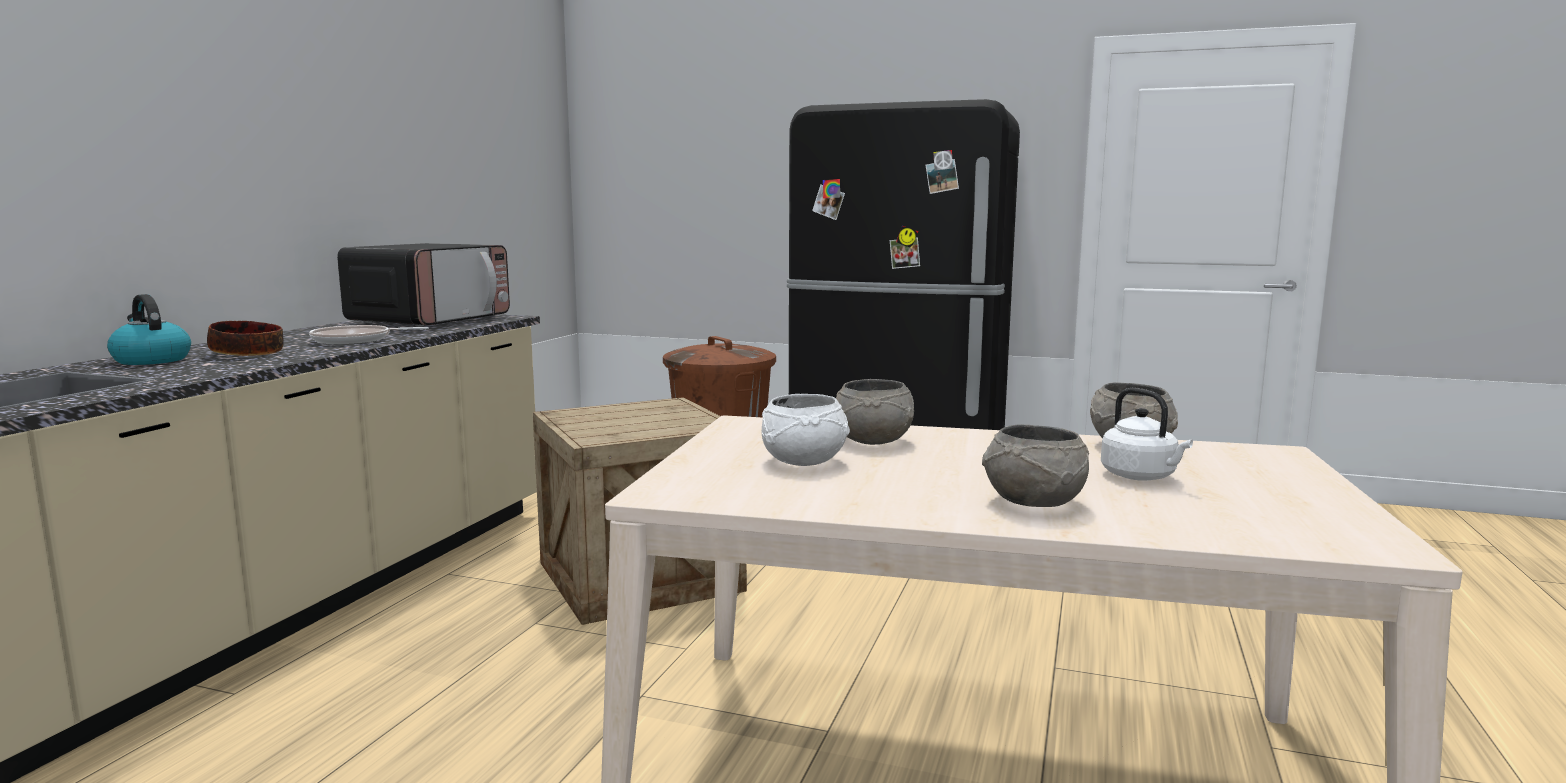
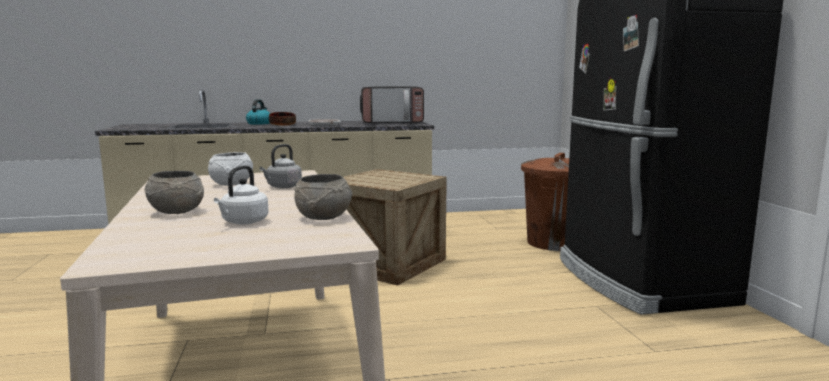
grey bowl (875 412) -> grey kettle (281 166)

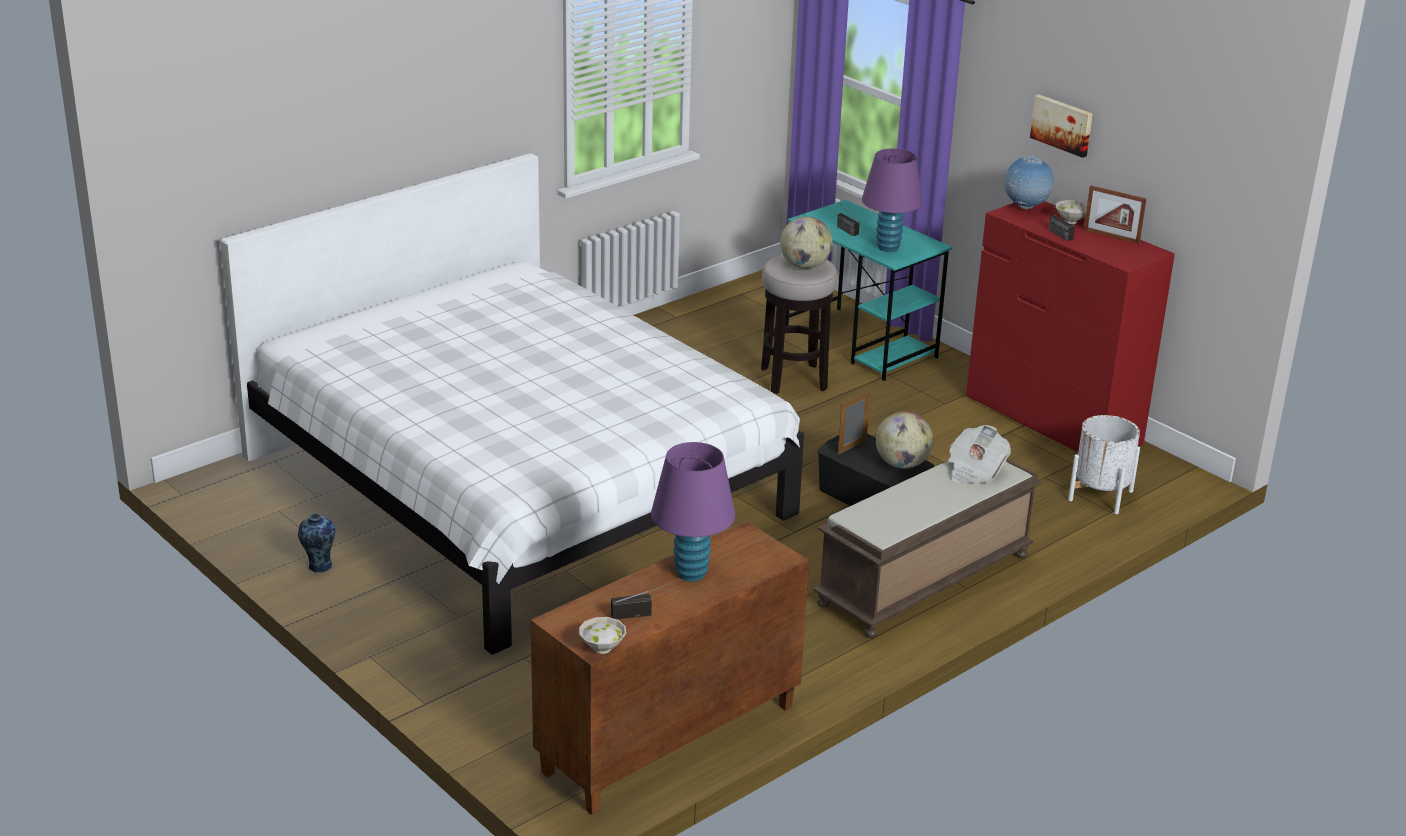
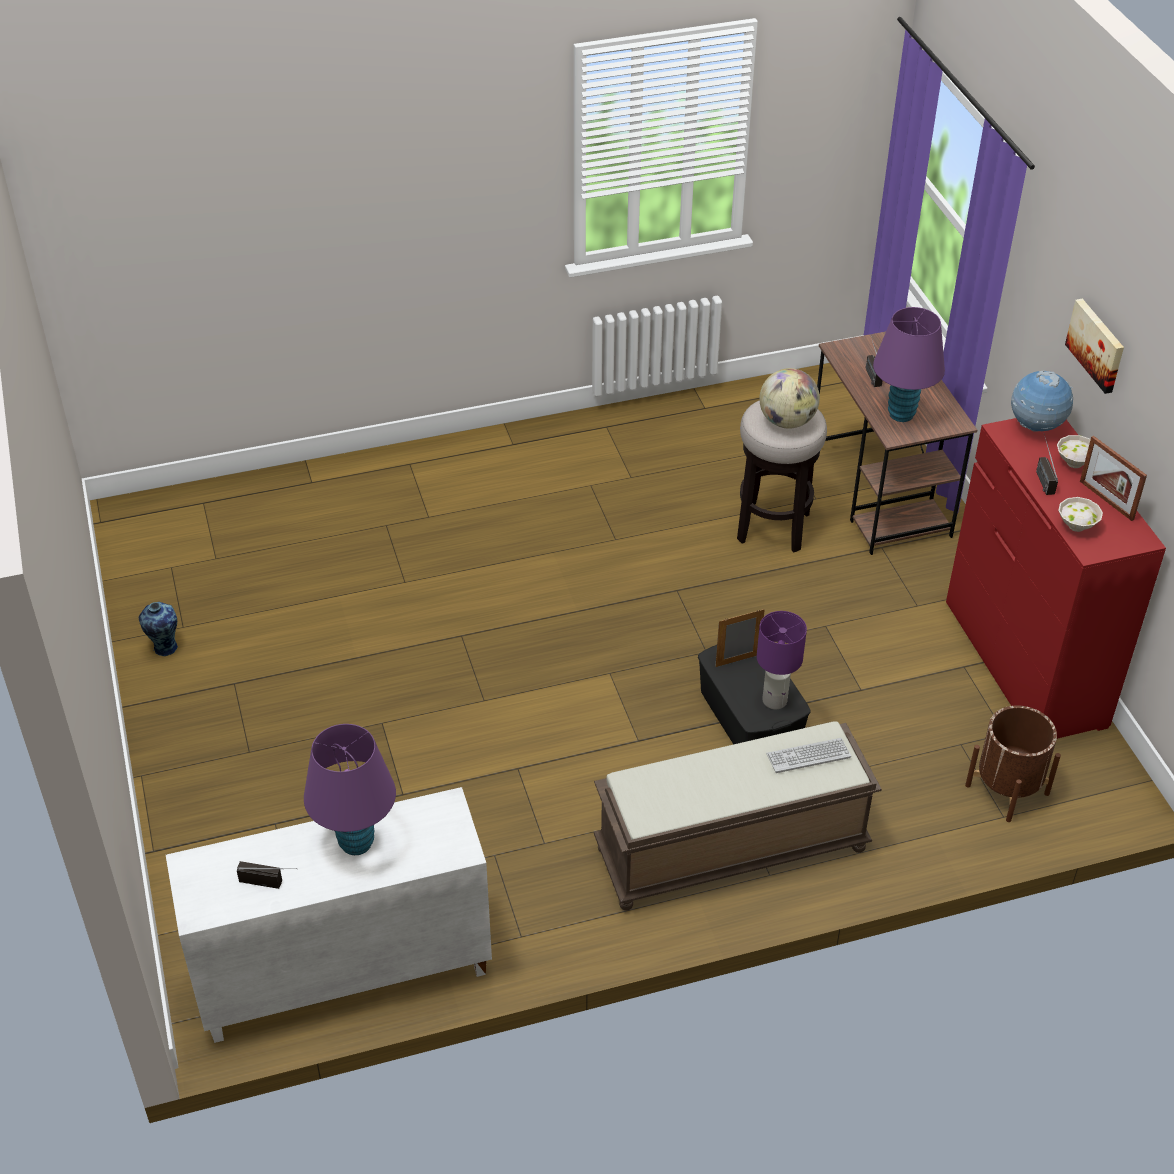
white bed (512 404) -> none
brown cabinet (670 668) -> white cabinet (329 915)
white bowl (602 635) -> white bowl (1080 514), relocated
turquoise desk (868 290) -> brown desk (897 443)
globe (904 440) -> purple table lamp (782 660)
newspaper (979 454) -> keyboard (808 755)
white planter (1104 464) -> brown planter (1013 763)

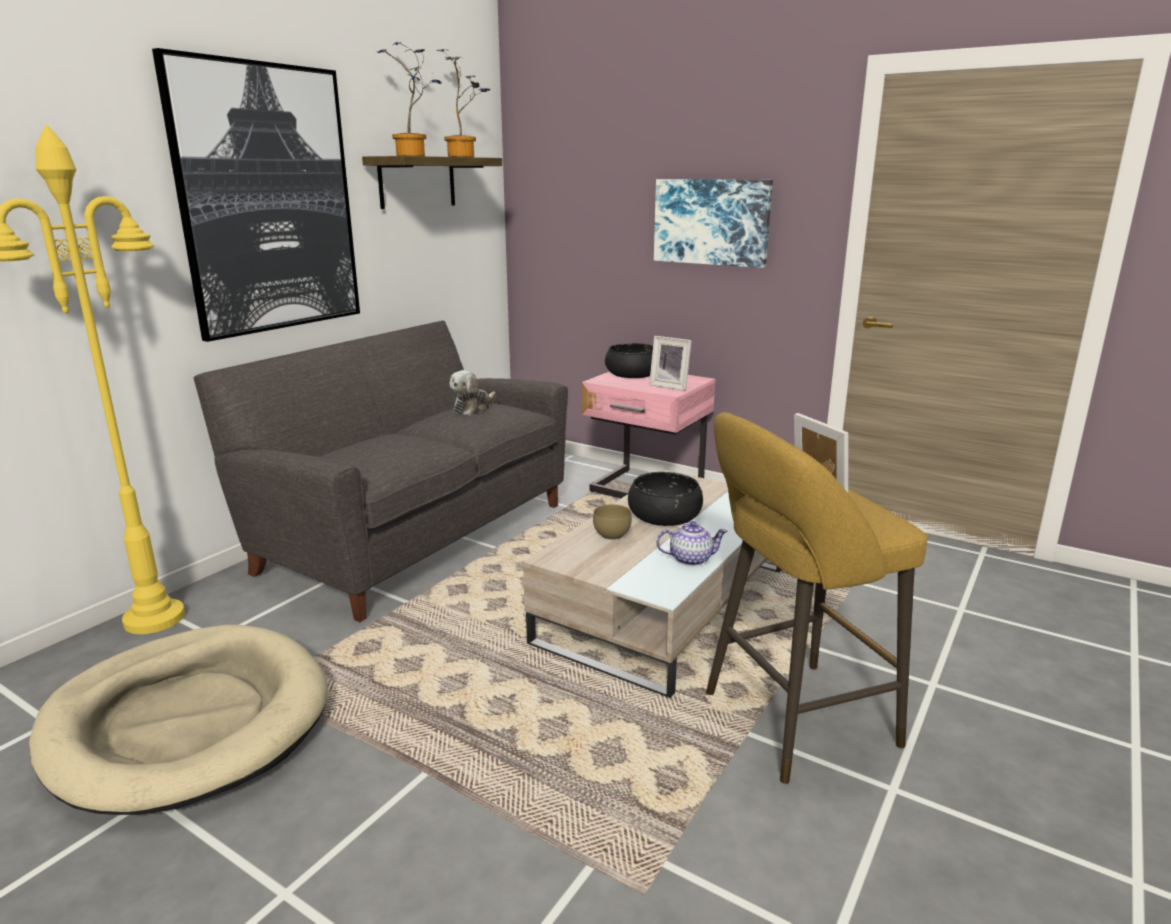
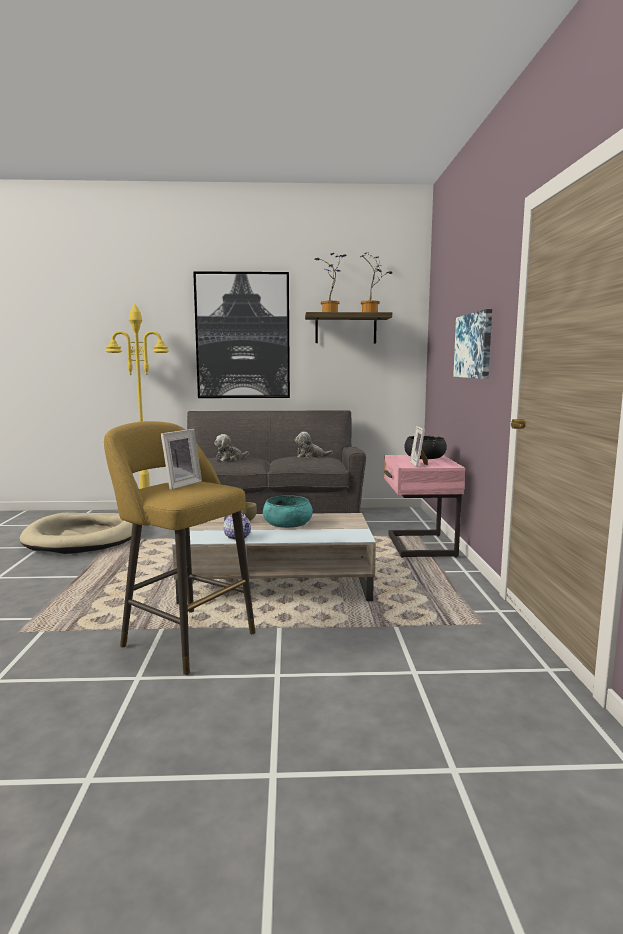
black bowl (665 499) -> turquoise bowl (288 511)
none -> plush toy (231 447)

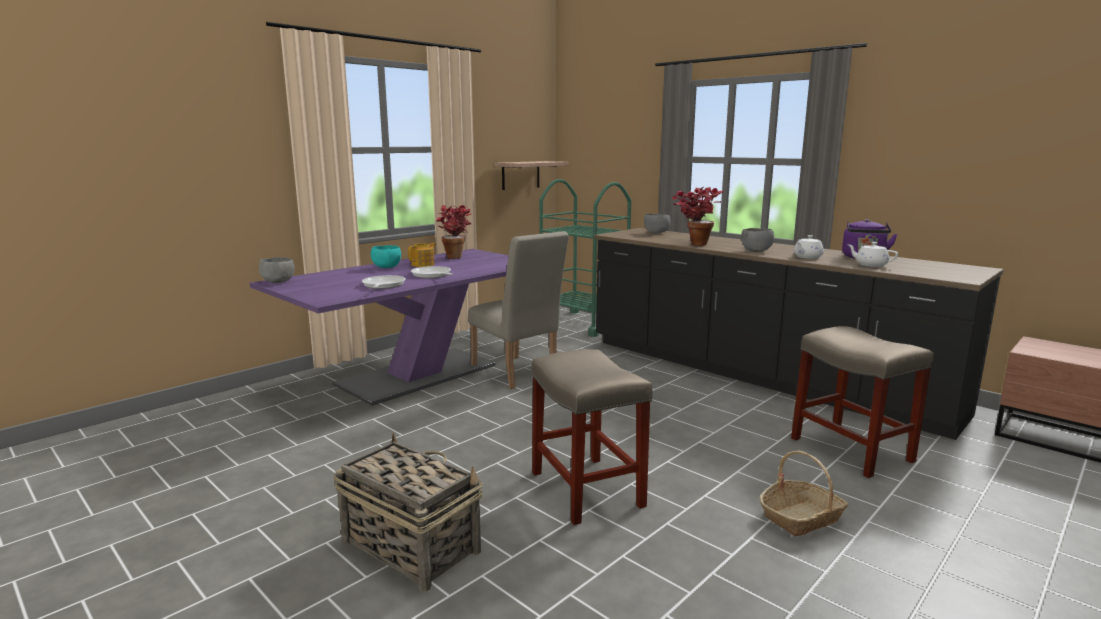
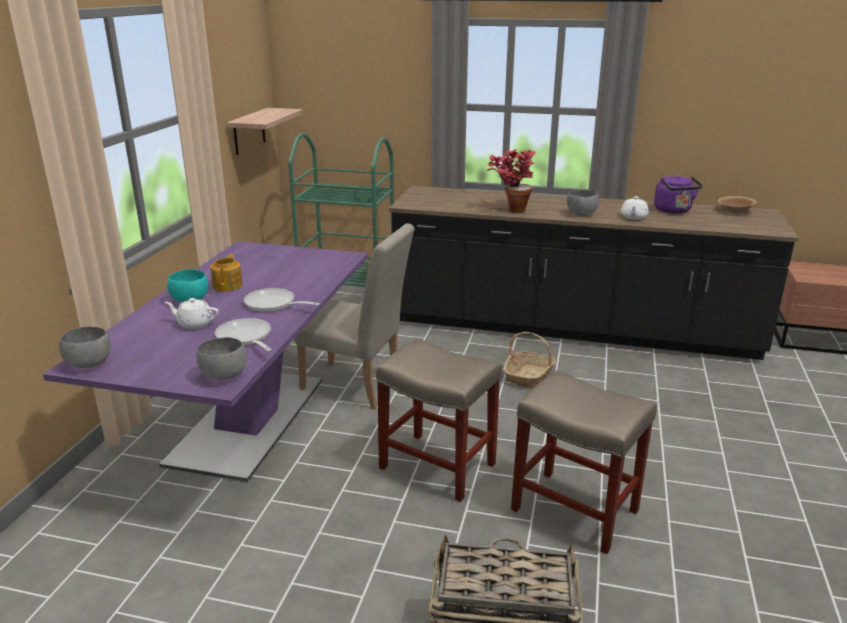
potted plant (453 232) -> none
grey bowl (657 223) -> grey bowl (221 359), relocated
basket (804 493) -> basket (530 360), relocated
beige stool (862 402) -> beige stool (439 420), relocated
white teapot (872 254) -> white teapot (192 313), relocated
none -> brown bowl (737 204)

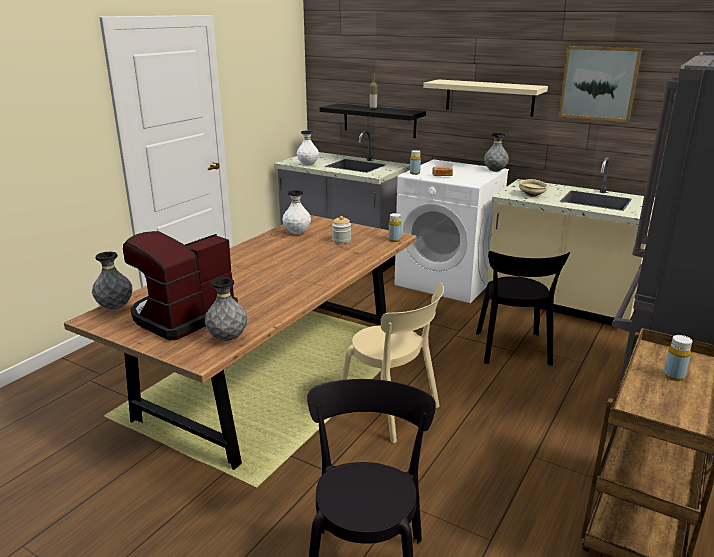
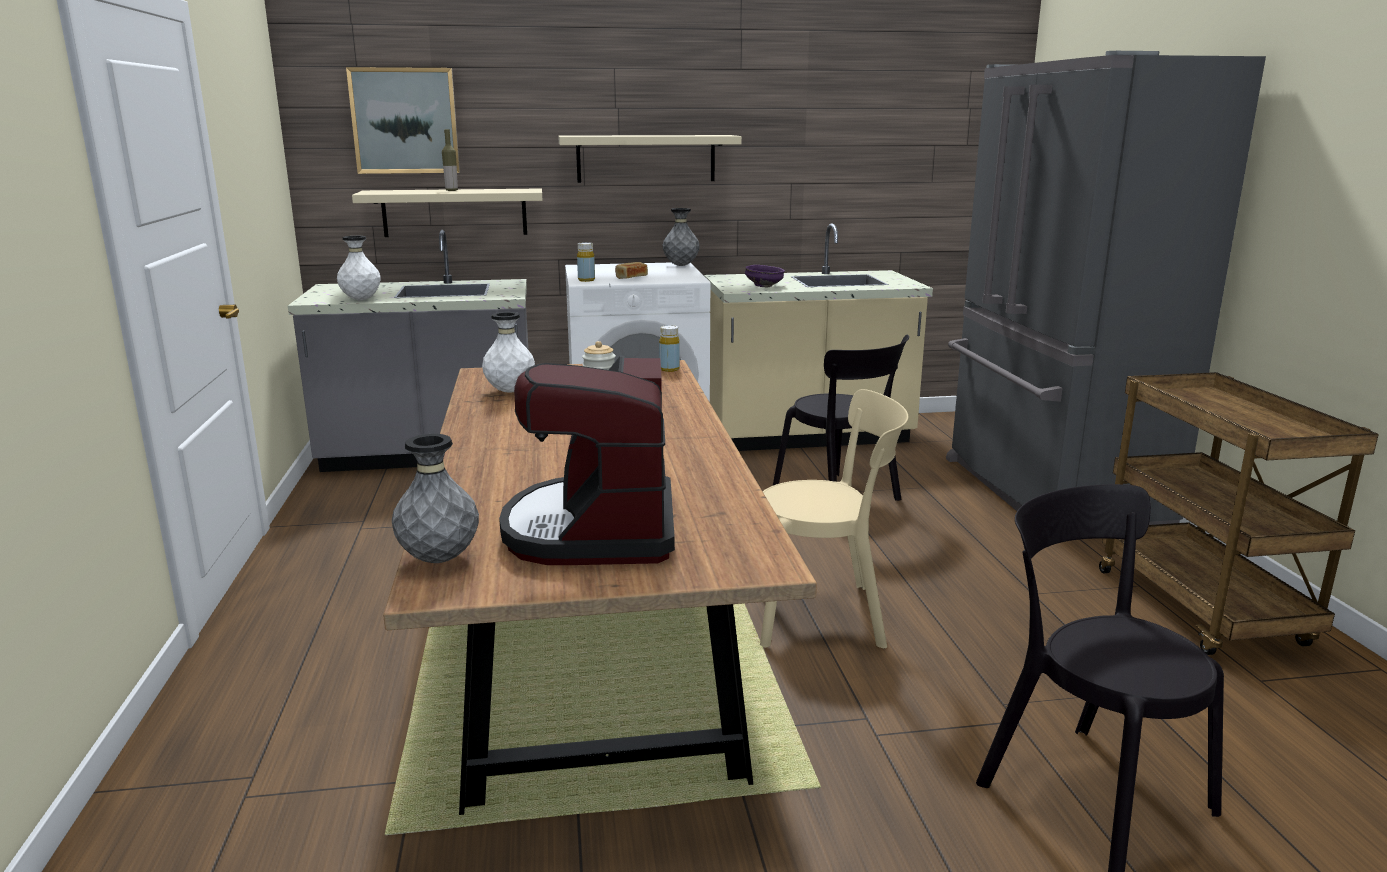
grey vase (226 309) -> none
black shelf (373 120) -> beige shelf (447 212)
beige bowl (533 188) -> purple bowl (765 276)
picture (600 84) -> picture (403 120), relocated
yellow bottle (677 358) -> none

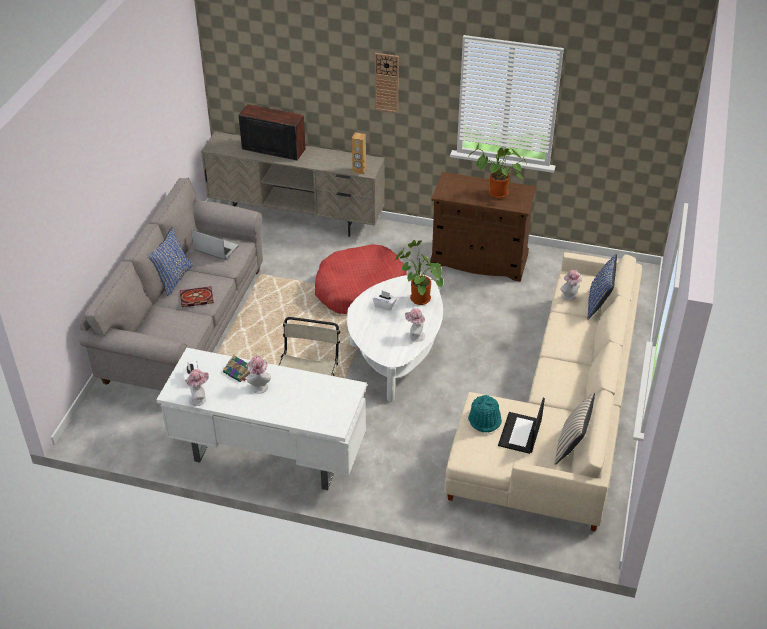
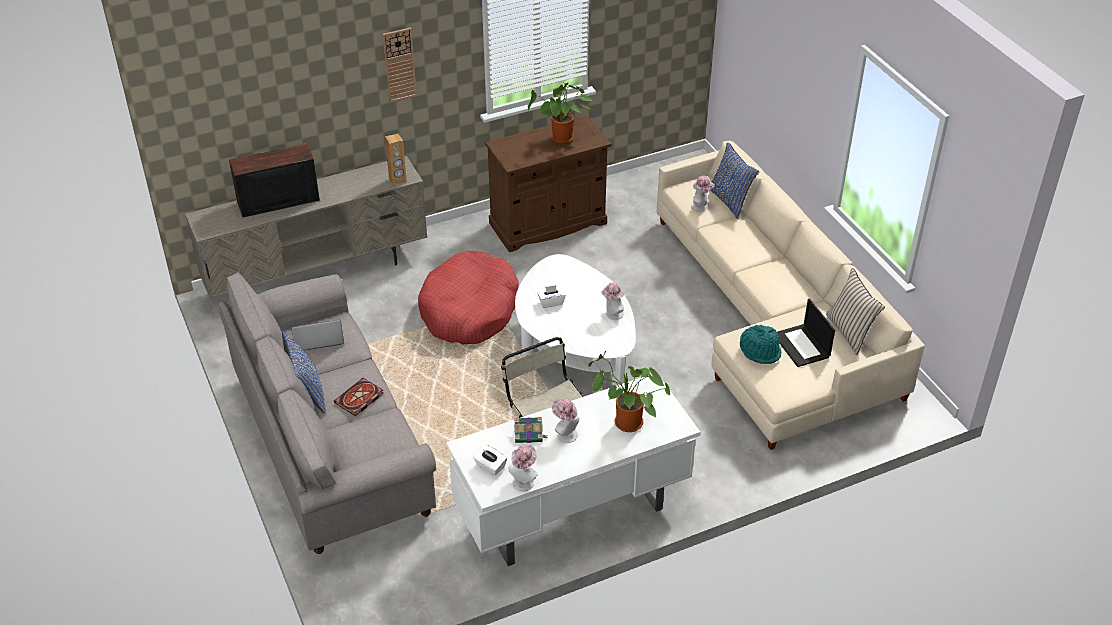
potted plant (418 272) -> potted plant (629 391), relocated

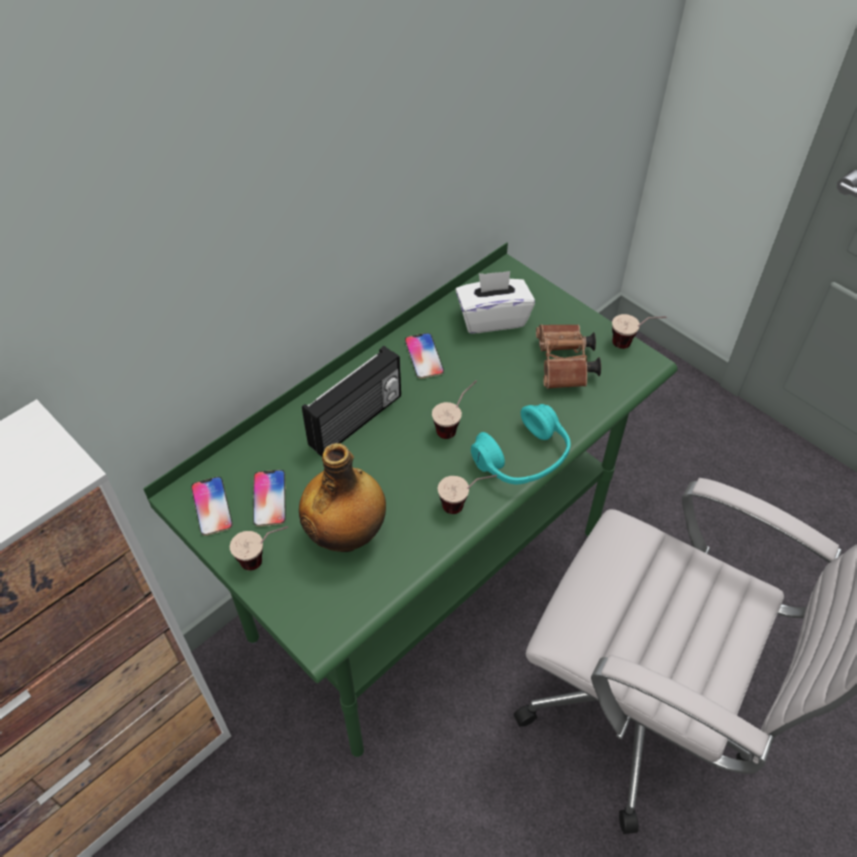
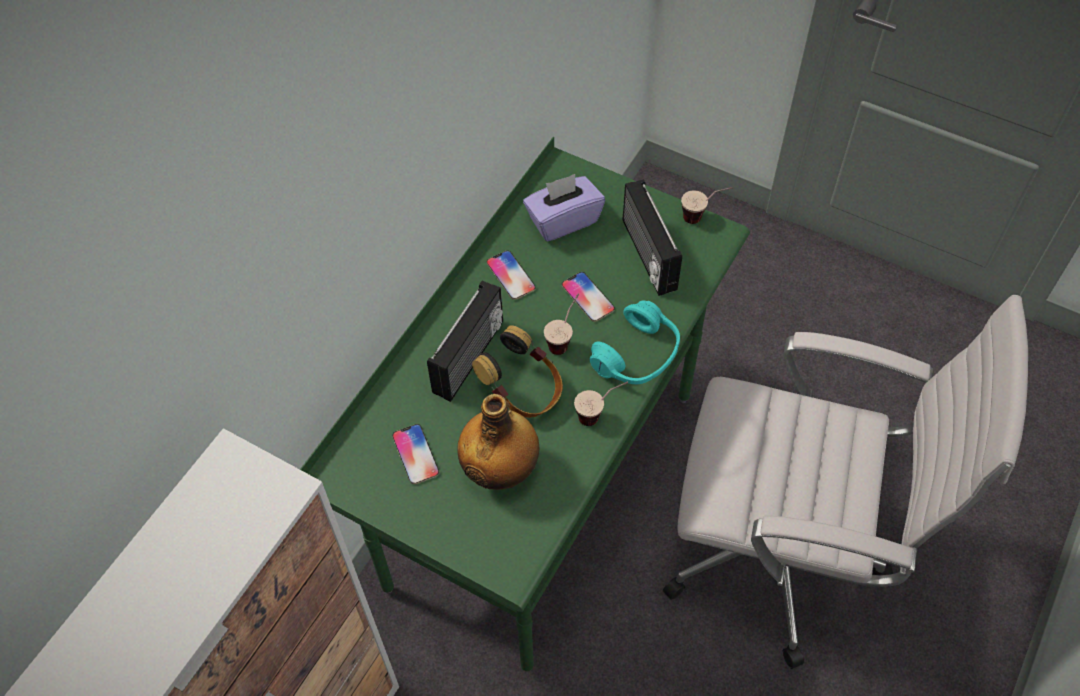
phone (212 506) -> phone (588 297), relocated
cup (259 548) -> none
white tissue box (495 302) -> purple tissue box (564 208)
brown binoculars (568 356) -> radio (652 237)
none -> headphones (517 371)

